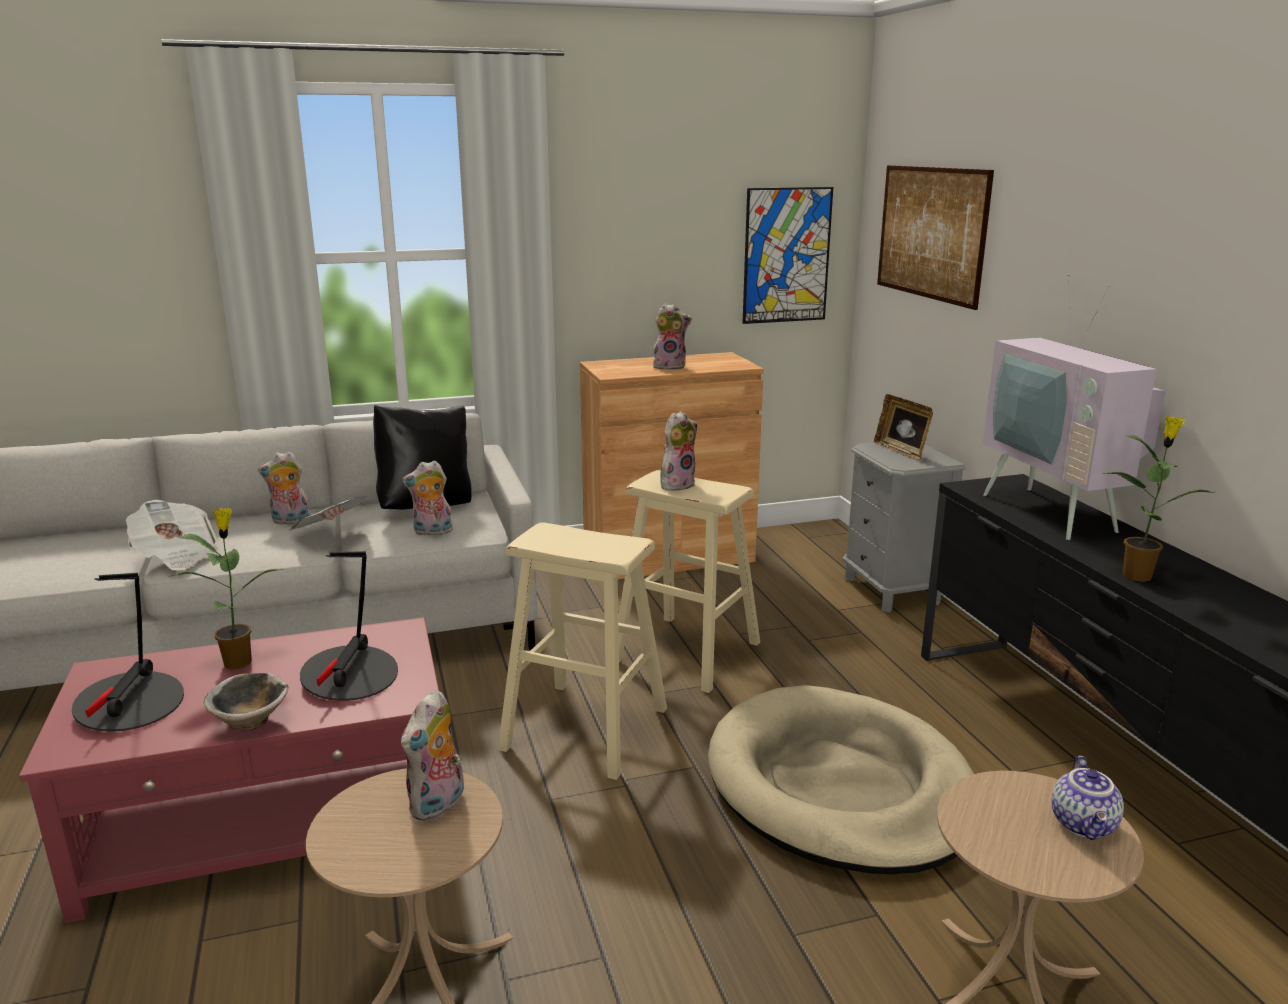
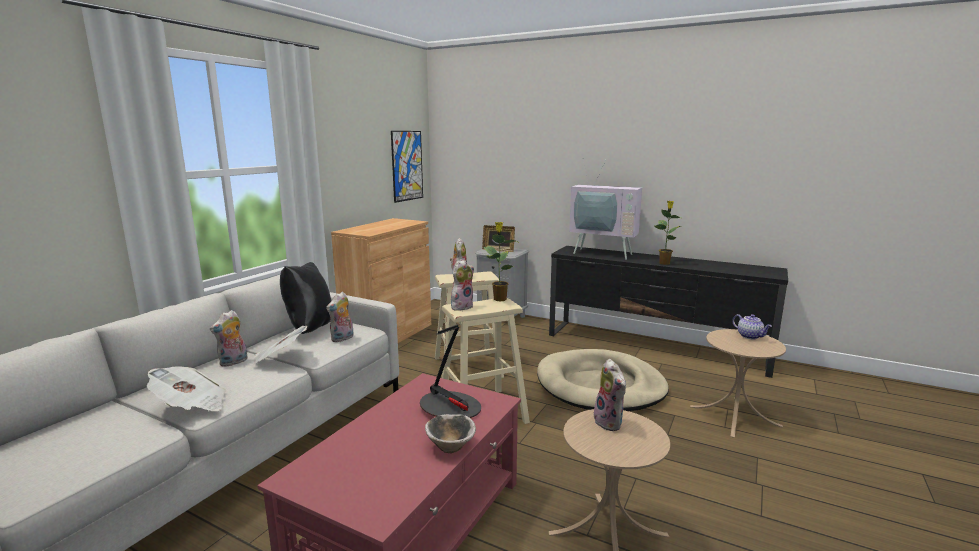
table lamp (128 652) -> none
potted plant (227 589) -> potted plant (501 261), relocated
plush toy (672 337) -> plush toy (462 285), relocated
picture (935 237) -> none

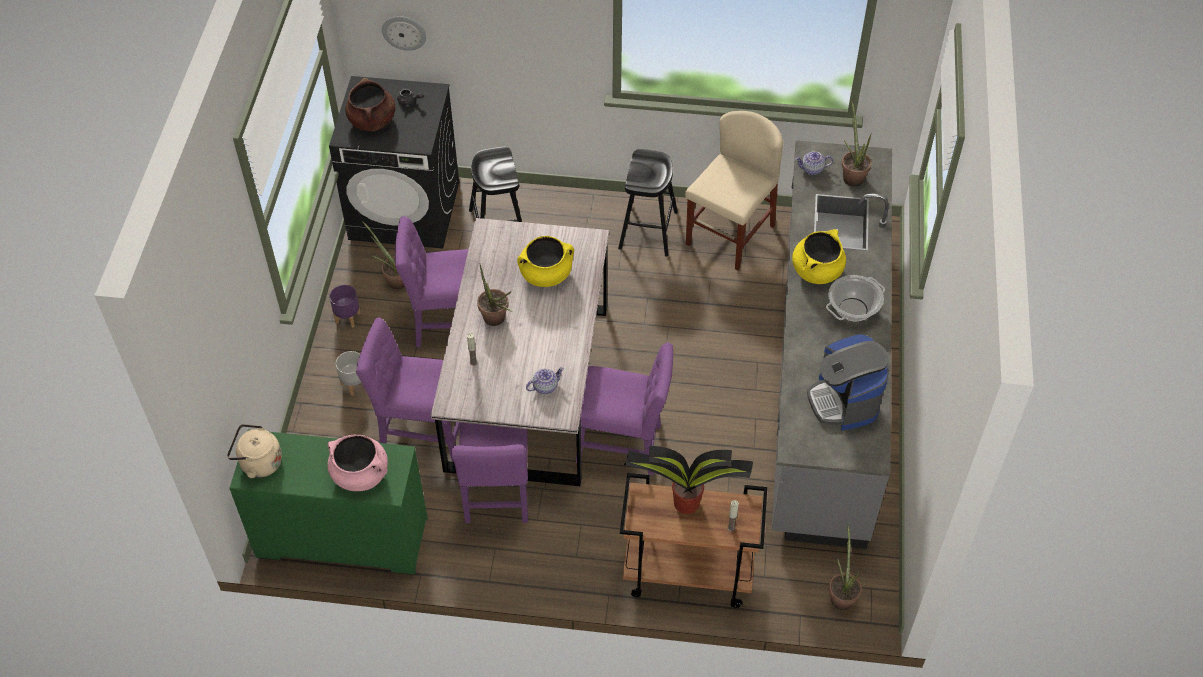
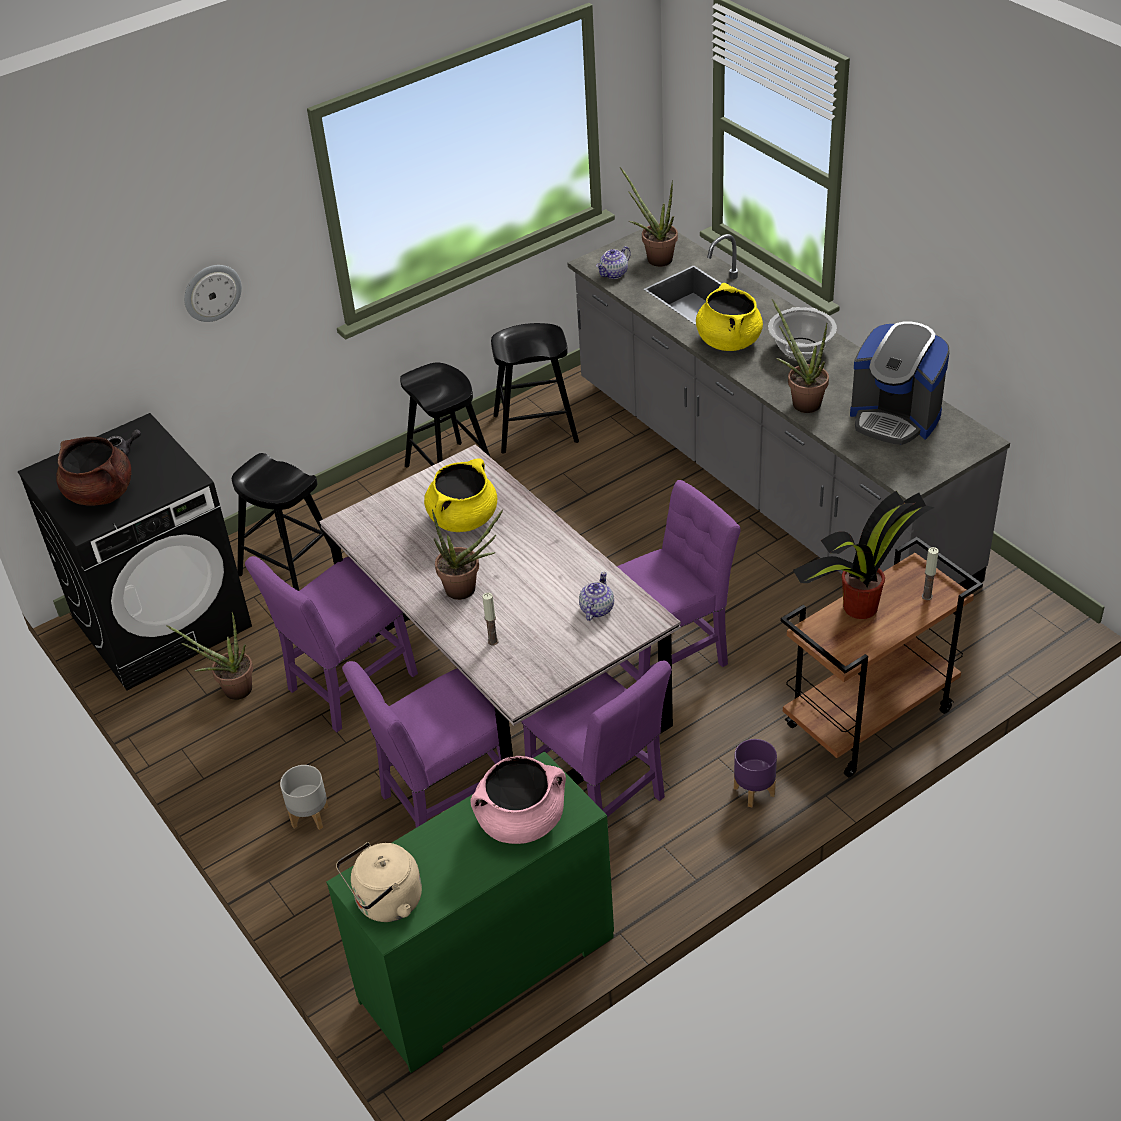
purple planter (345 306) -> purple planter (755 773), relocated
wall clock (404 33) -> wall clock (213 293), relocated
beige chair (734 191) -> black stool (535 388)
potted plant (845 567) -> potted plant (800 356), relocated

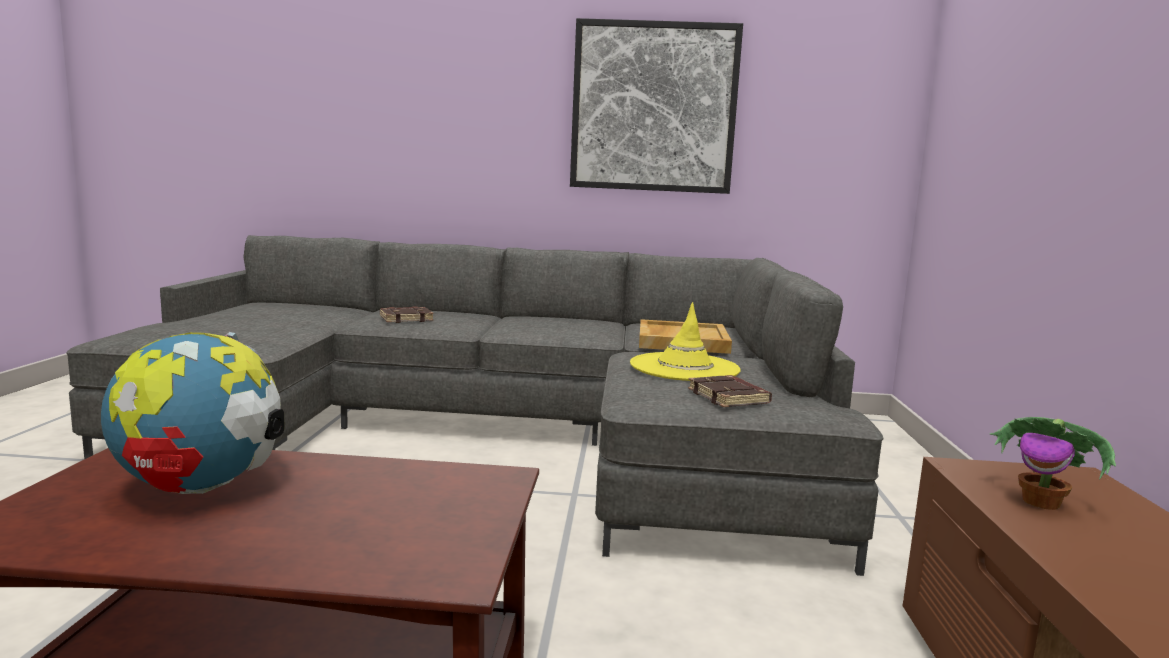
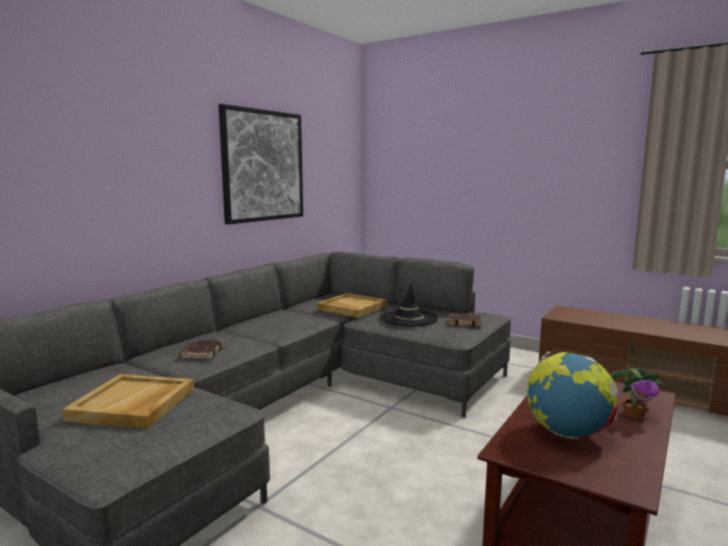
yellow hat (685 341) -> black hat (409 305)
potted plant (1053 463) -> potted plant (637 393), relocated
none -> beige tray (128 401)

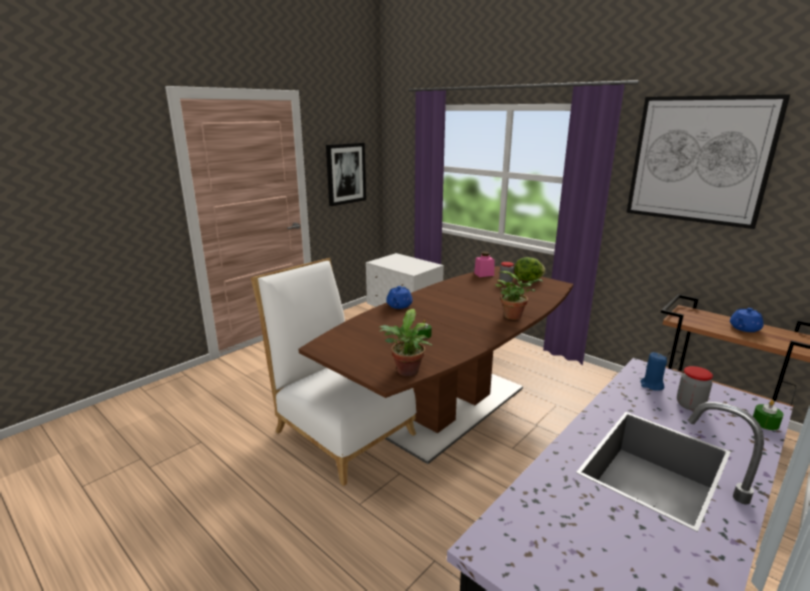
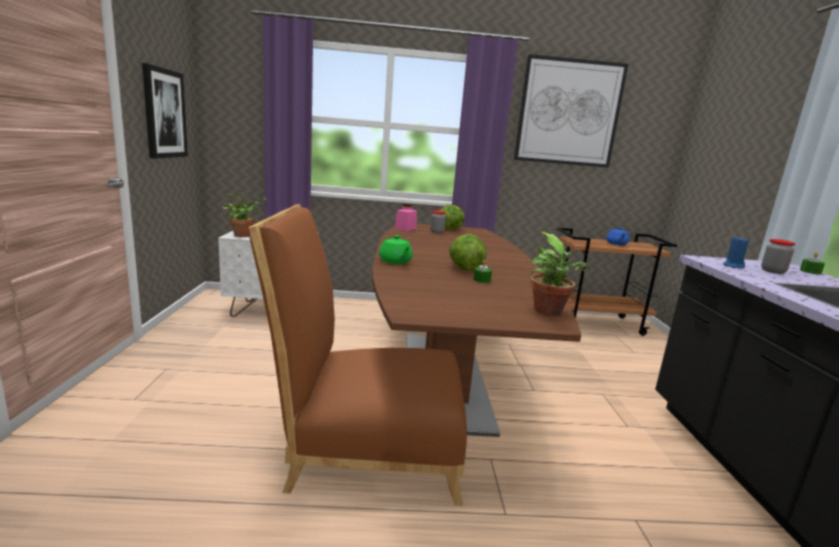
white chair (333 372) -> brown chair (357 355)
blue teapot (399 297) -> green teapot (396 249)
potted plant (519 295) -> potted plant (244 215), relocated
none -> lettuce (468 252)

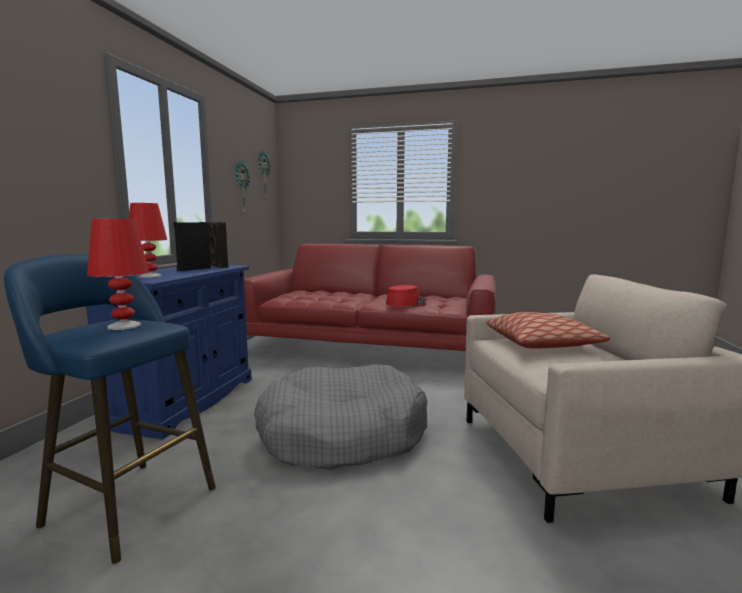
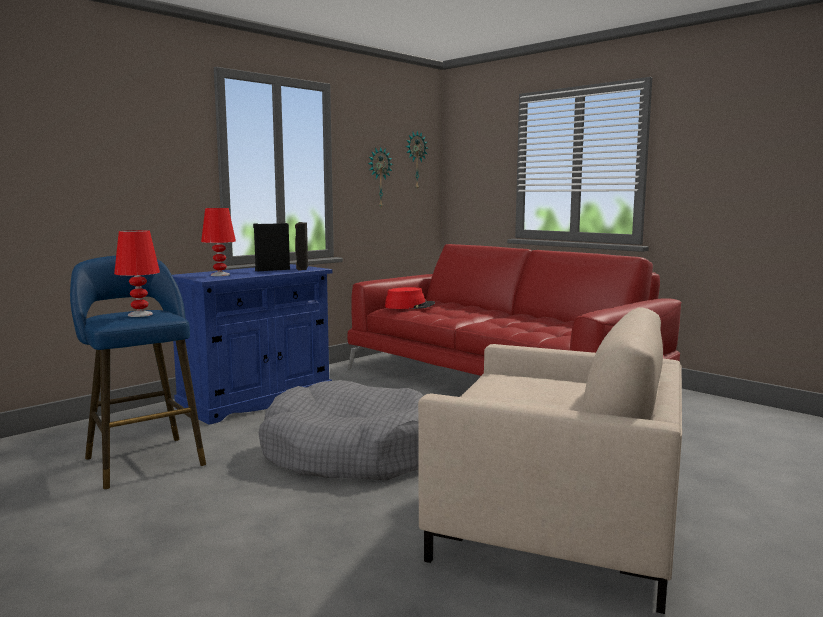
red hat (406 295) -> red hat (410 298), relocated
pillow (548 330) -> none

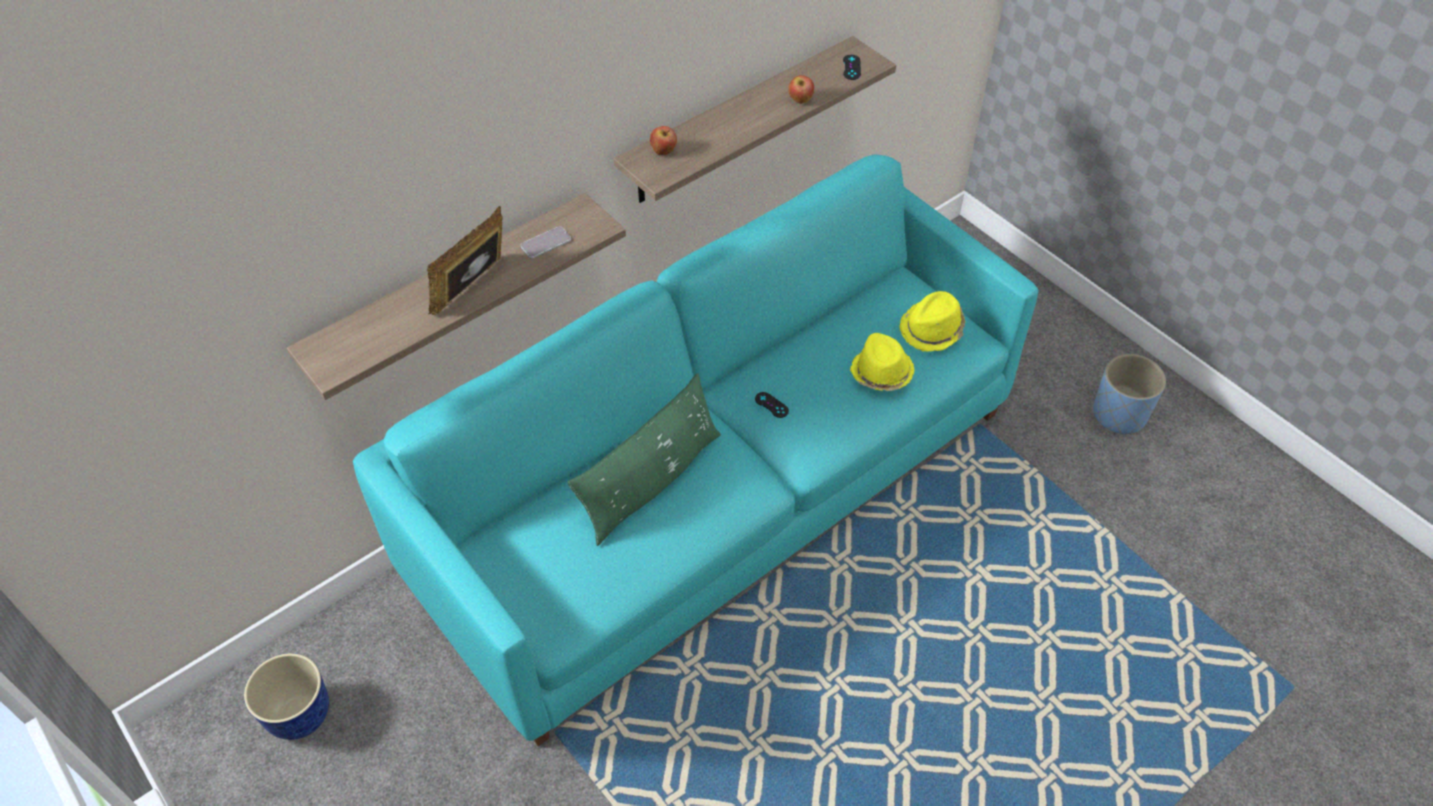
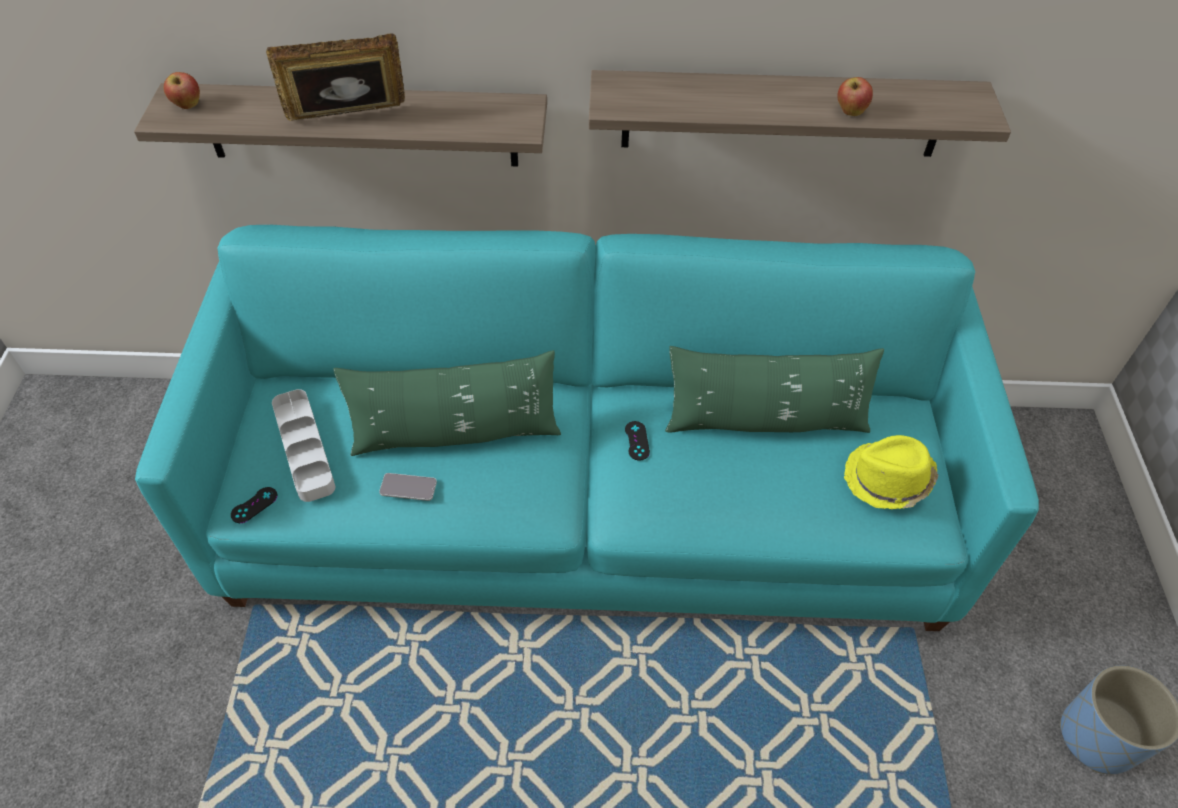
planter (286 696) -> none
phone (545 242) -> phone (408 487), relocated
apple (663 140) -> apple (181 90), relocated
black game controller (852 67) -> black game controller (254 505), relocated
yellow hat (882 362) -> none
none -> grey tray (303 445)
none -> green pillow (774 389)

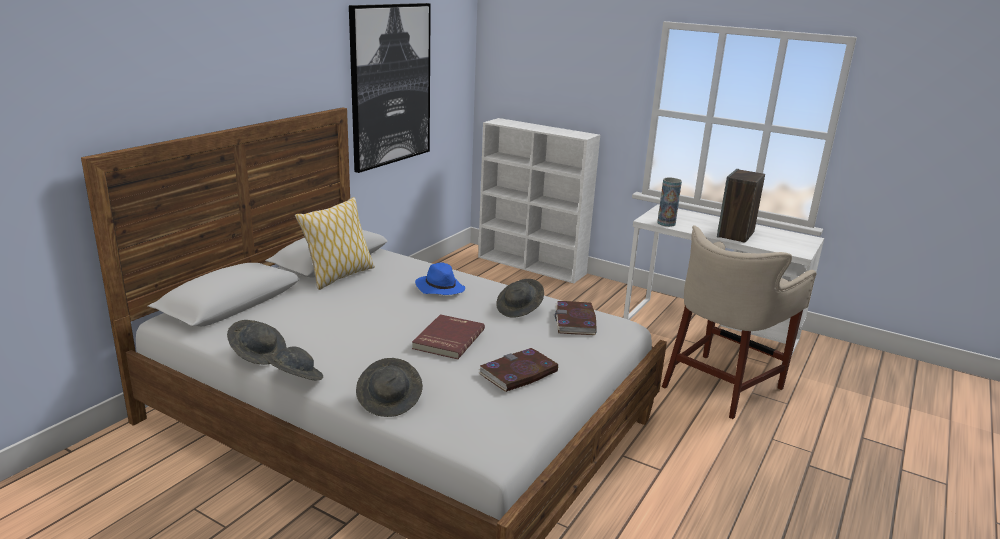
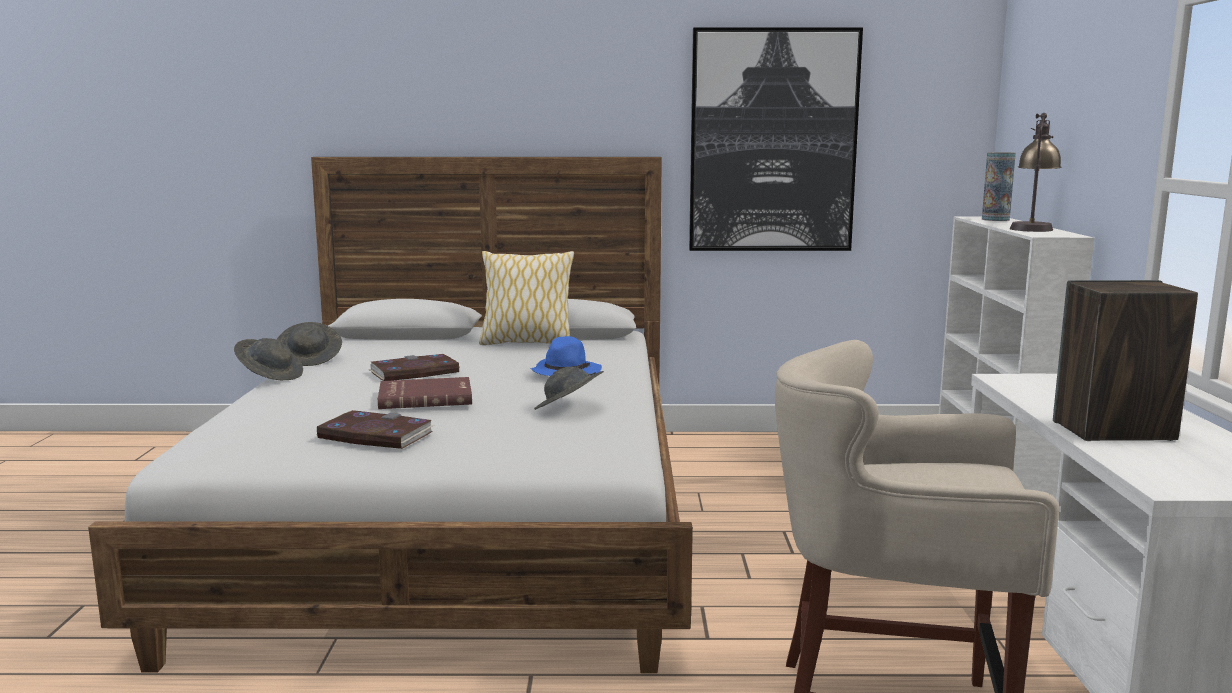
grey hat (389 387) -> none
book (576 318) -> book (414 367), relocated
vase (669 202) -> vase (999 186), relocated
none -> table lamp (1036 172)

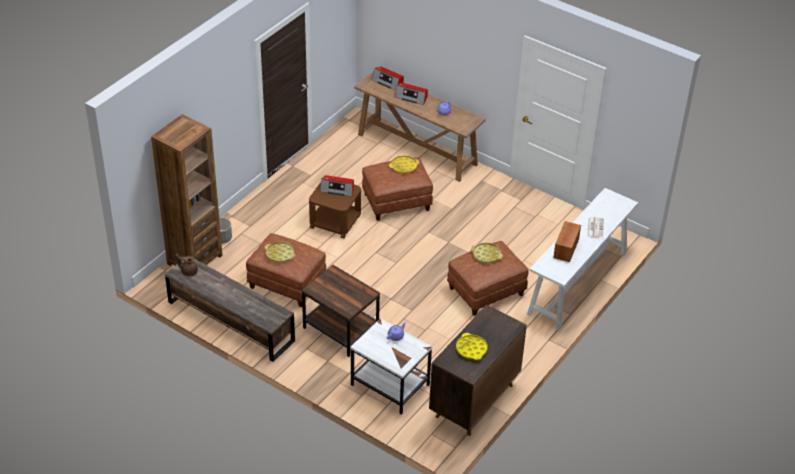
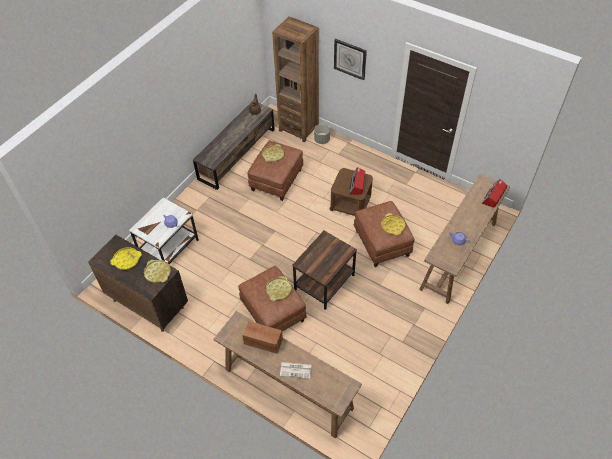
brown side table (340 311) -> brown side table (325 270), relocated
radio (411 94) -> none
white console table (582 259) -> brown console table (288 375)
none -> yellow tray (157 271)
none -> wall clock (350 59)

